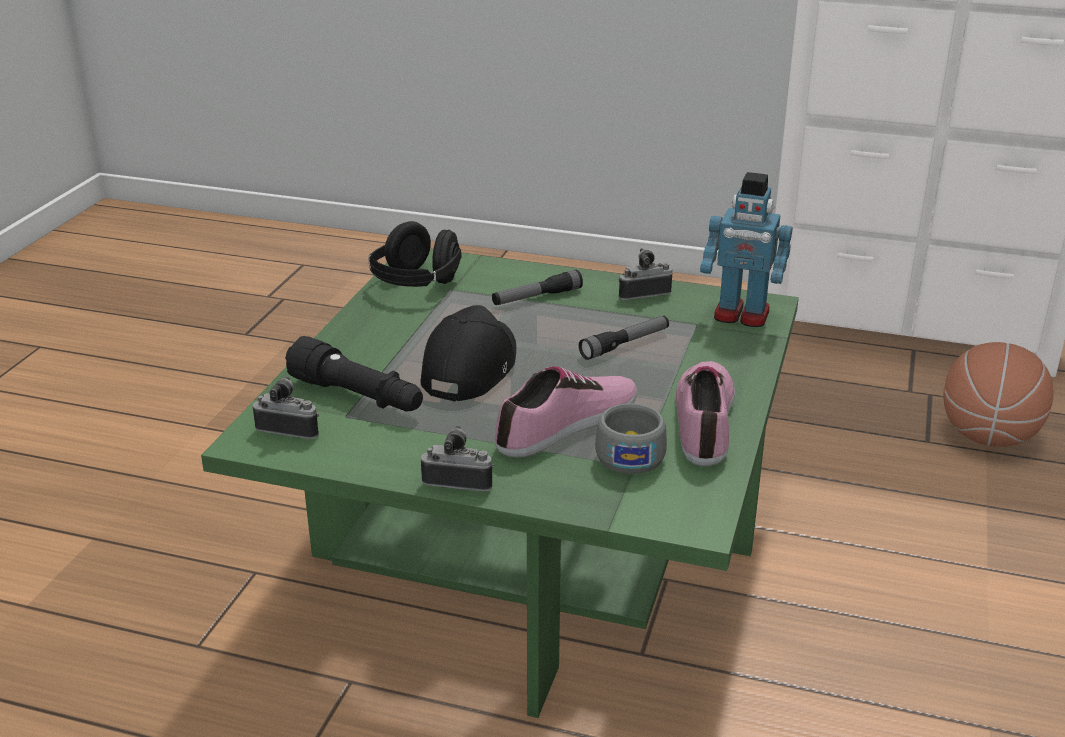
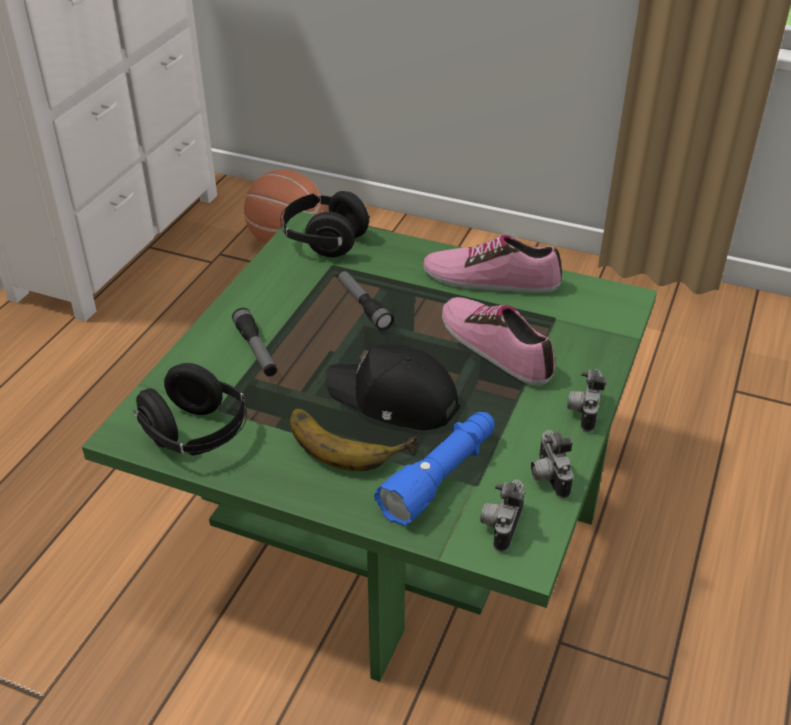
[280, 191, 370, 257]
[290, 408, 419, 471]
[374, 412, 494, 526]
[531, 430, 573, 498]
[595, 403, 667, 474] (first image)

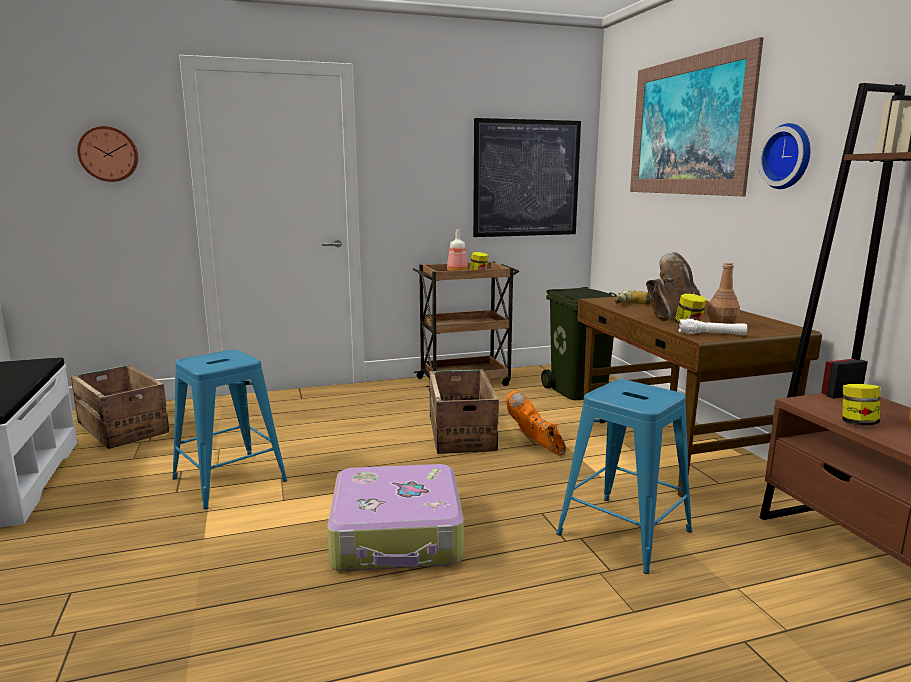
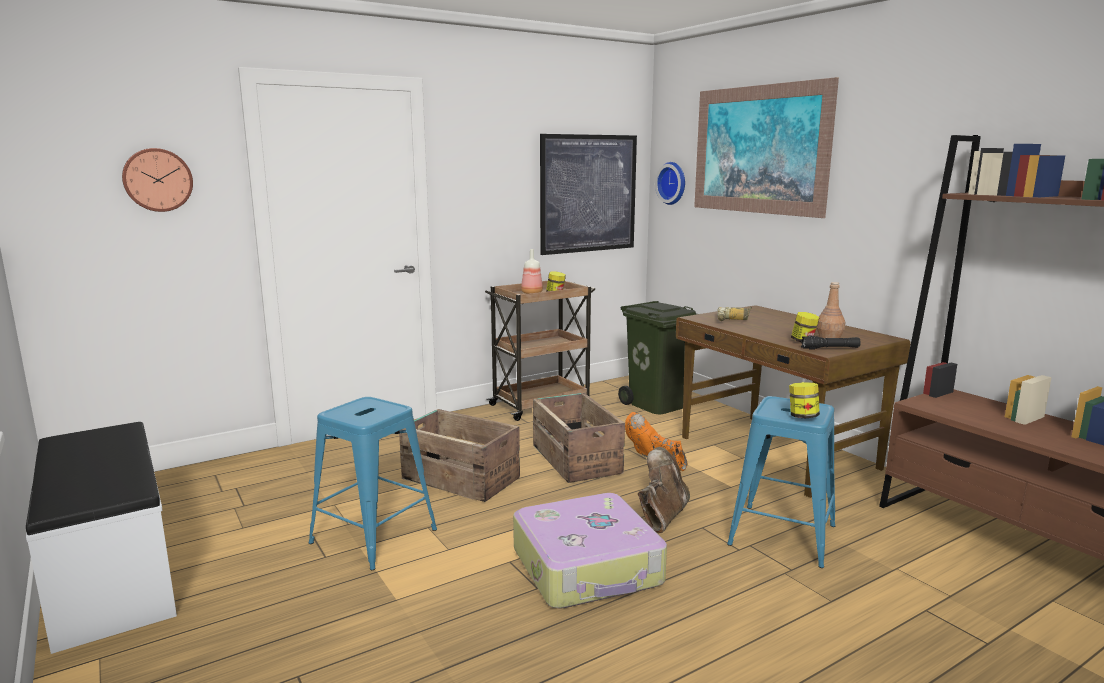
[399, 409, 520, 502]
[638, 447, 690, 533]
[655, 162, 685, 205]
[789, 382, 820, 418]
[801, 336, 861, 350]

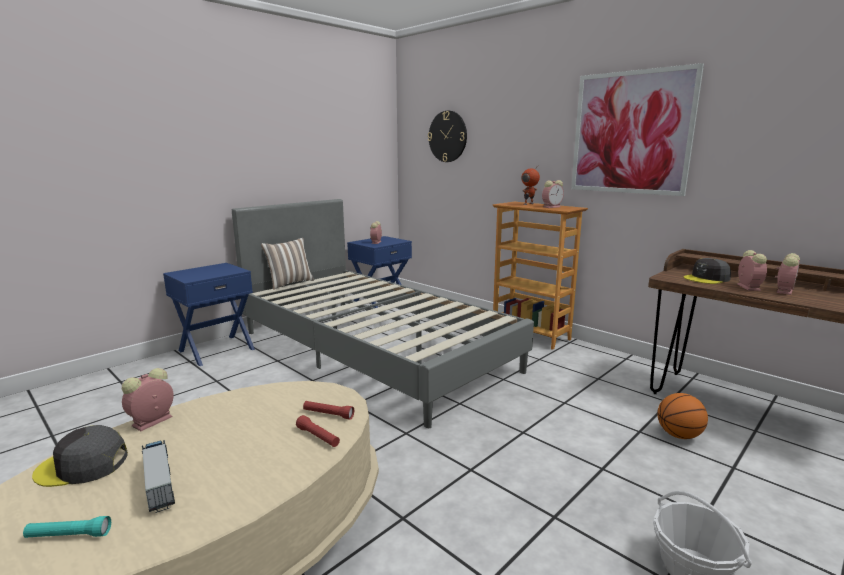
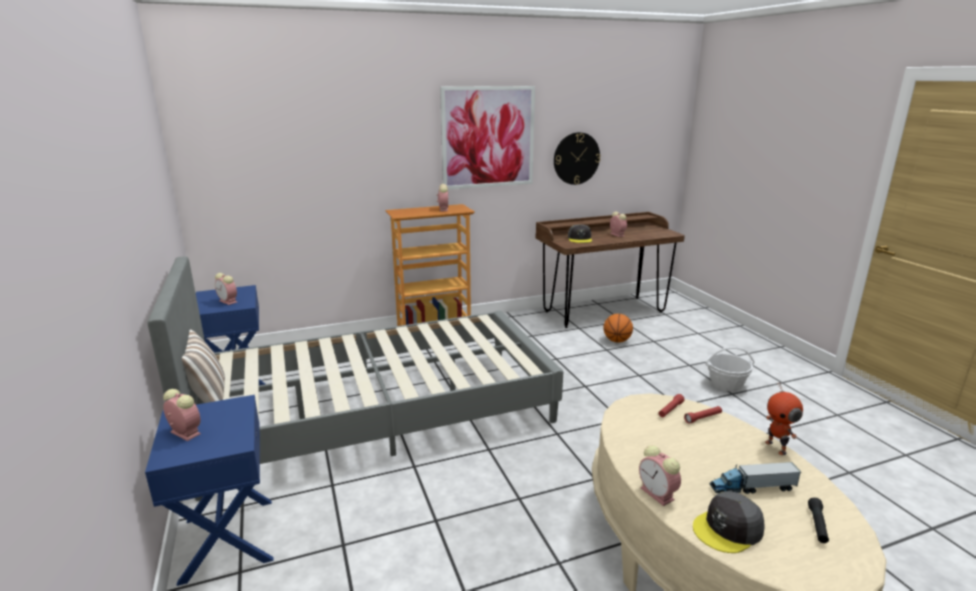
[163, 389, 201, 441]
[554, 132, 600, 185]
[693, 491, 765, 553]
[765, 382, 803, 455]
[808, 498, 829, 543]

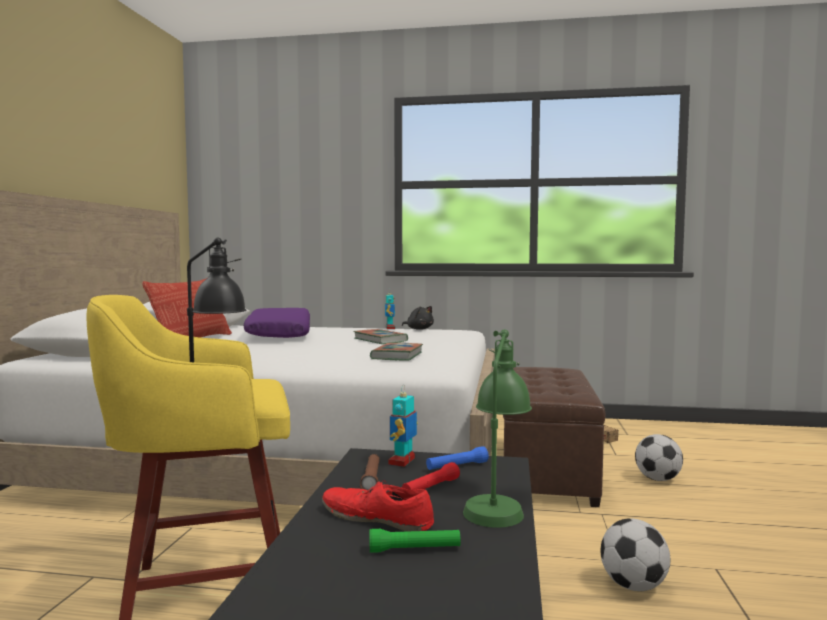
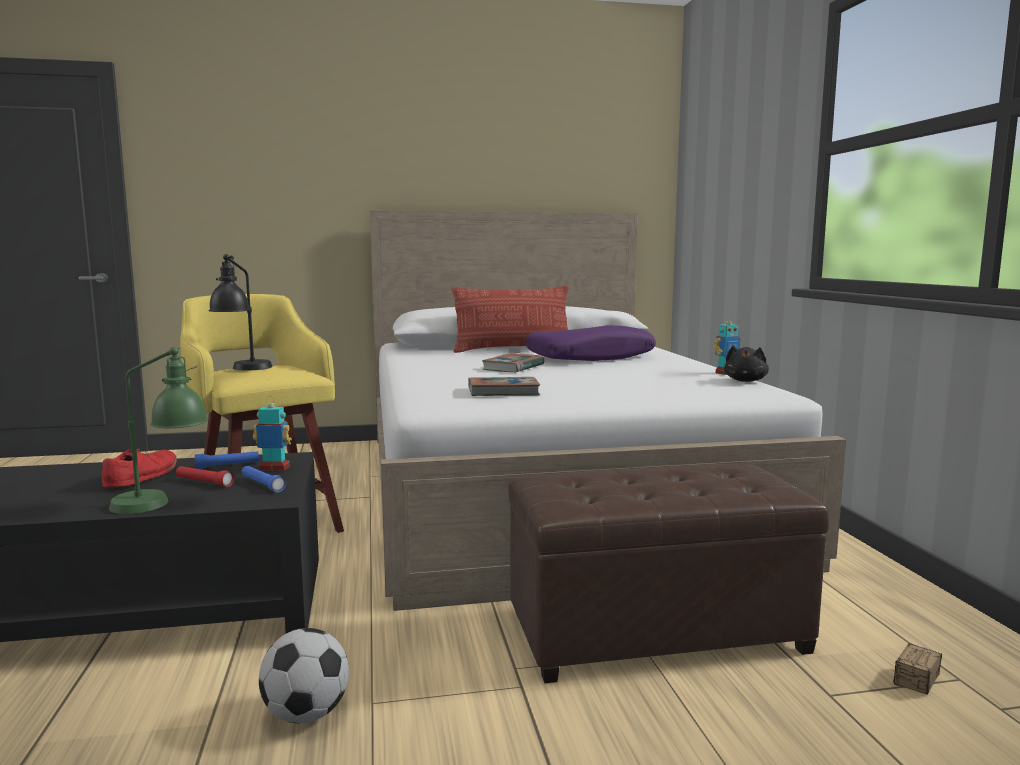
[195, 451, 259, 469]
[482, 353, 545, 372]
[370, 529, 461, 553] (first image)
[635, 434, 683, 481] (first image)

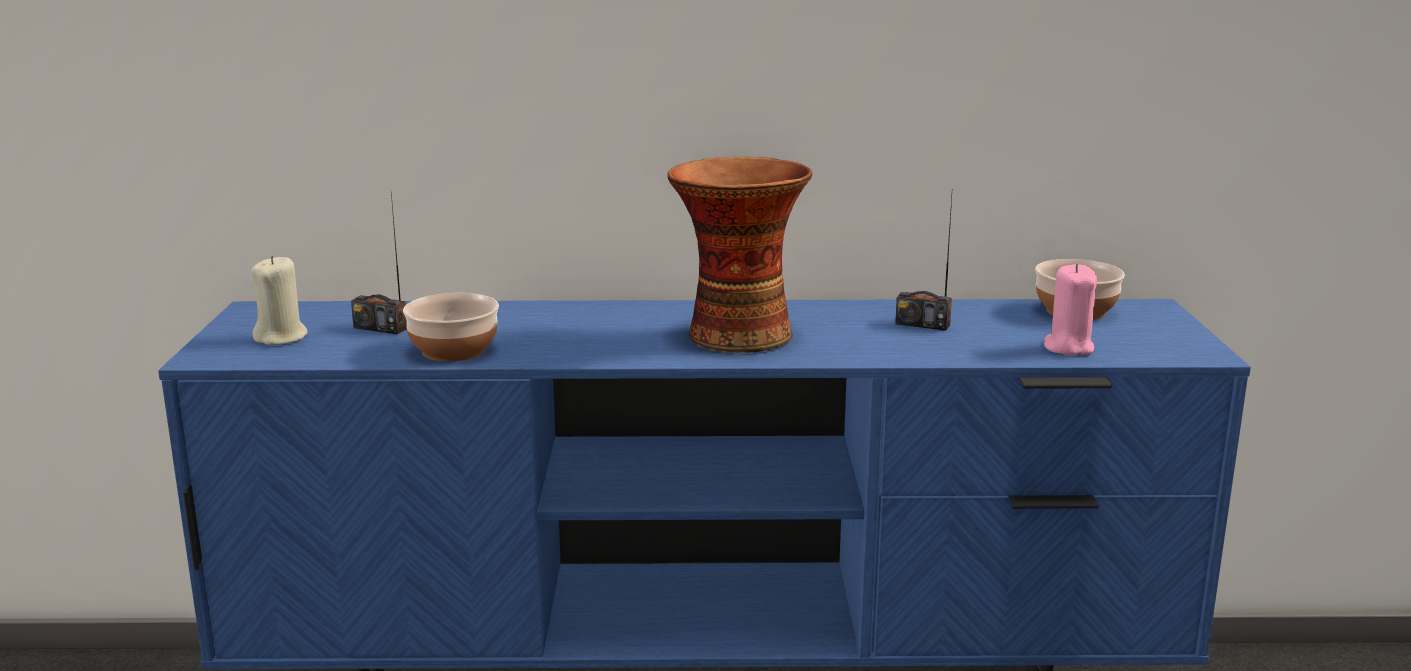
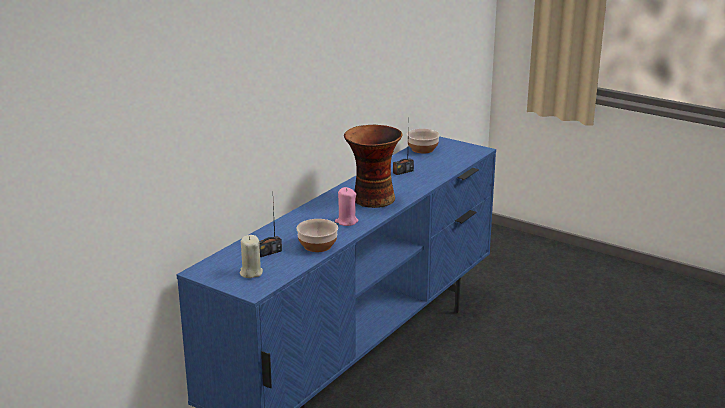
[335, 187, 358, 226]

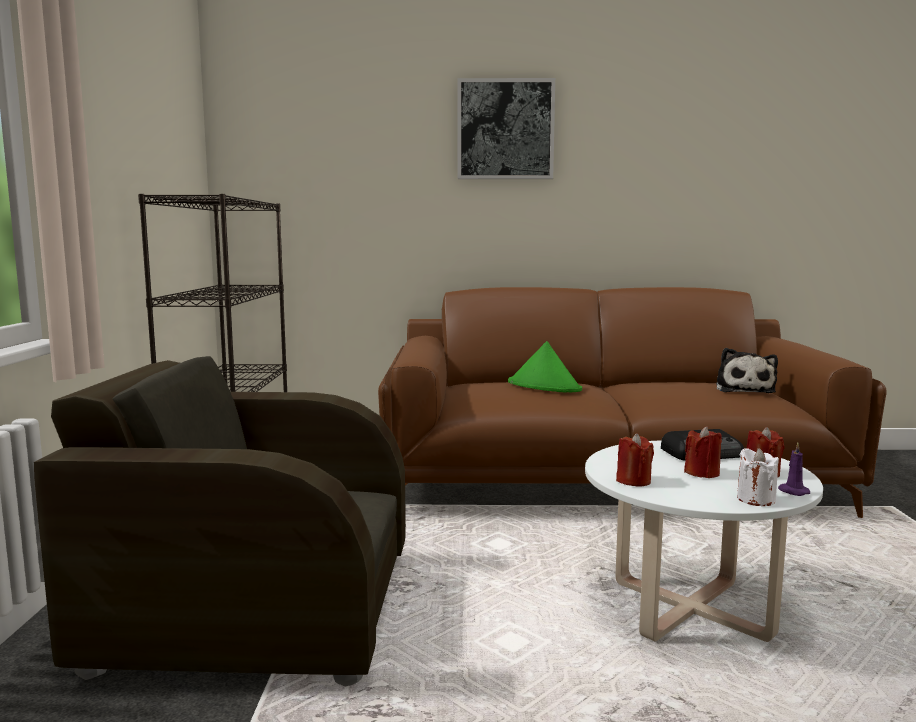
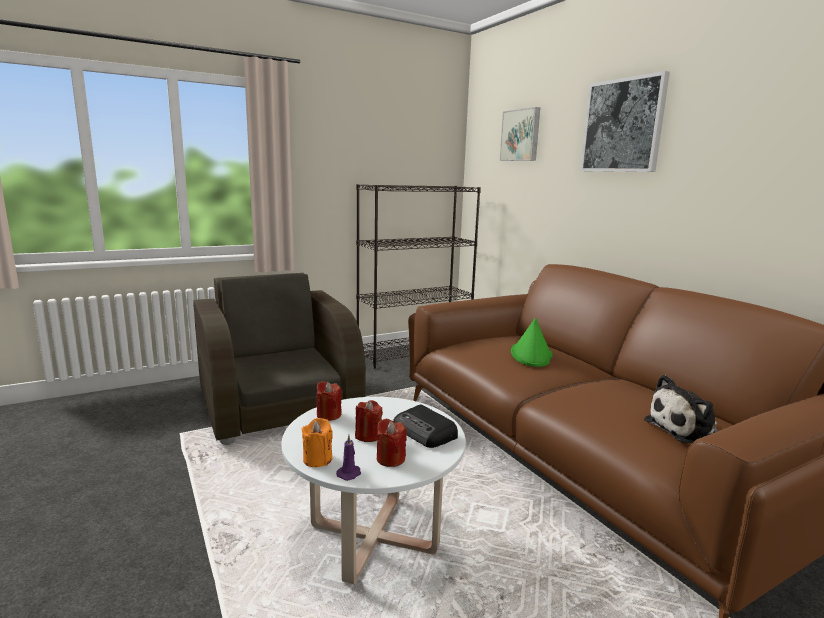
[302, 418, 333, 467]
[500, 107, 540, 161]

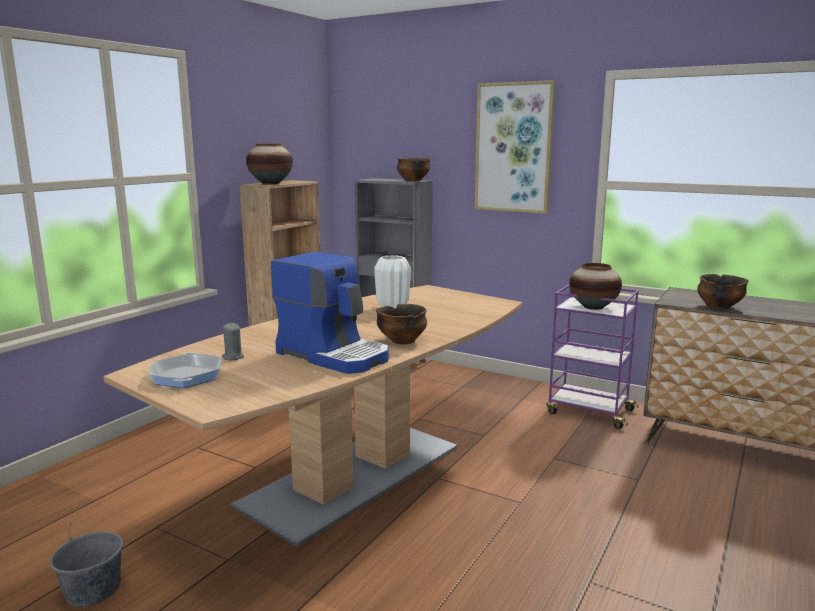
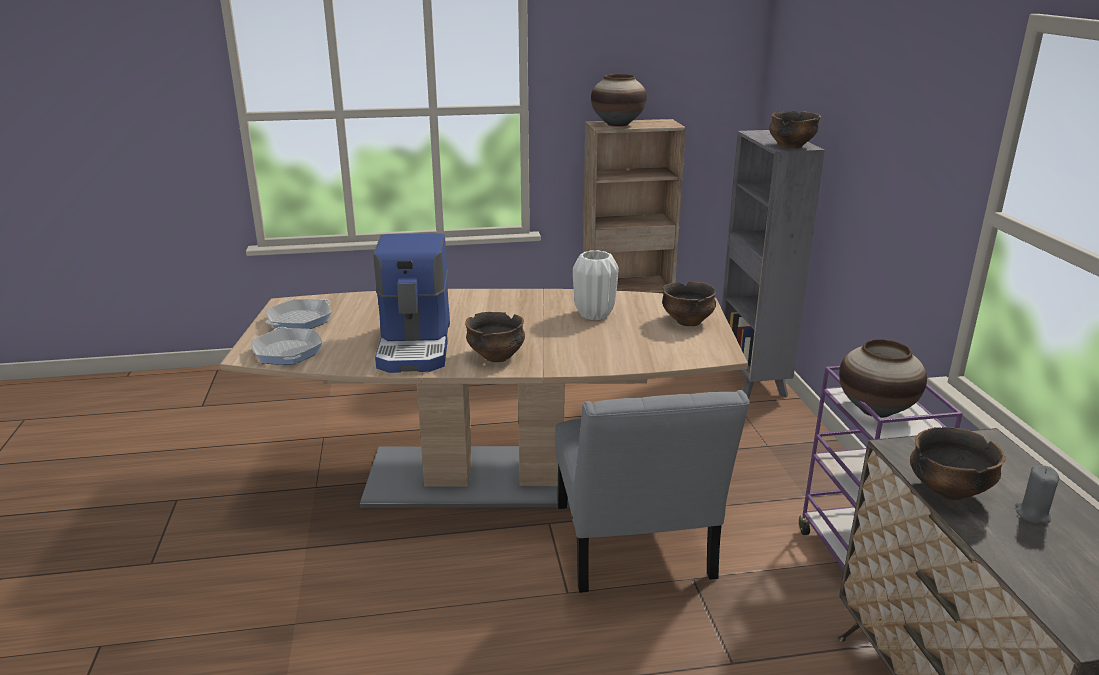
[251, 327, 322, 365]
[555, 390, 750, 593]
[662, 281, 716, 326]
[1015, 465, 1059, 523]
[50, 521, 124, 607] (first image)
[474, 80, 555, 214] (first image)

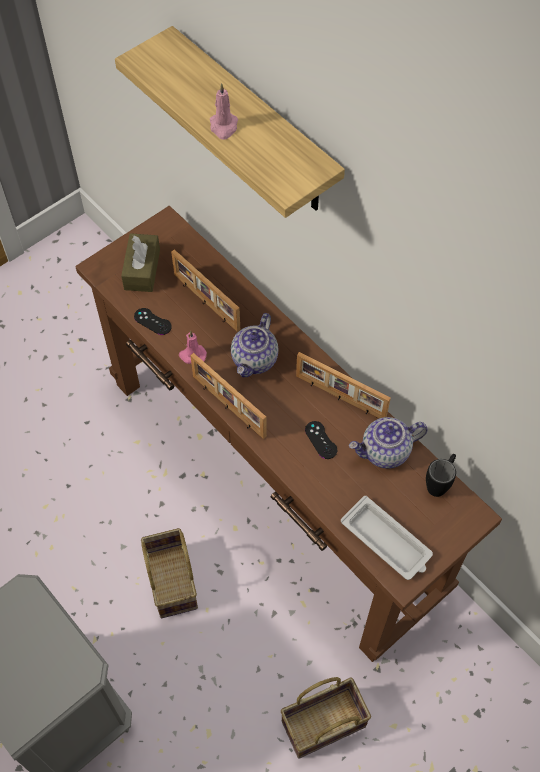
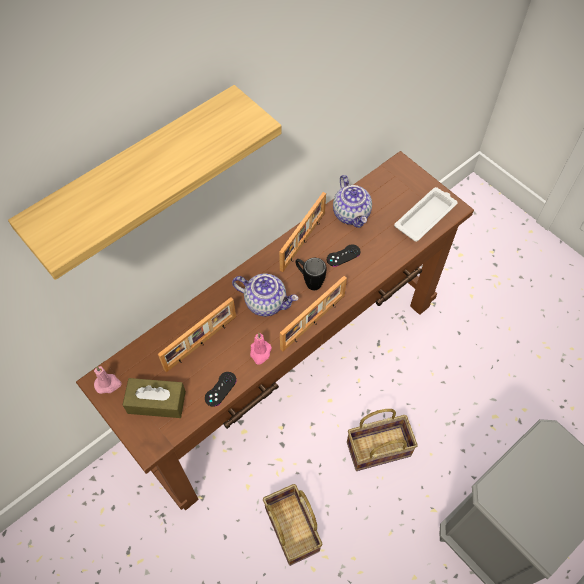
[94, 366, 122, 394]
[263, 484, 322, 566]
[295, 258, 326, 290]

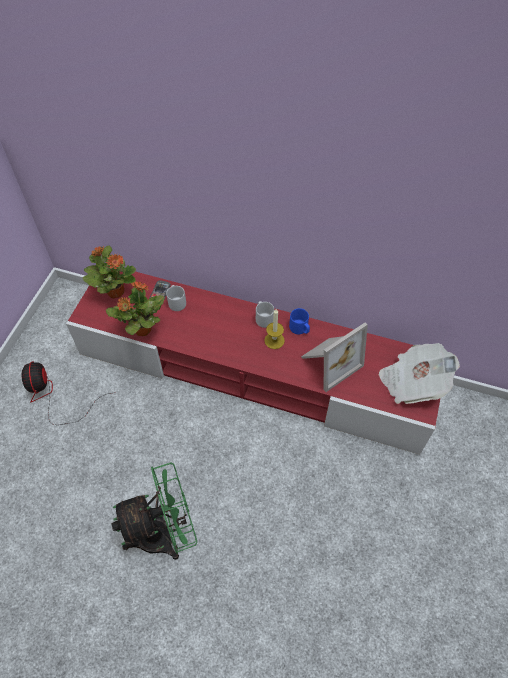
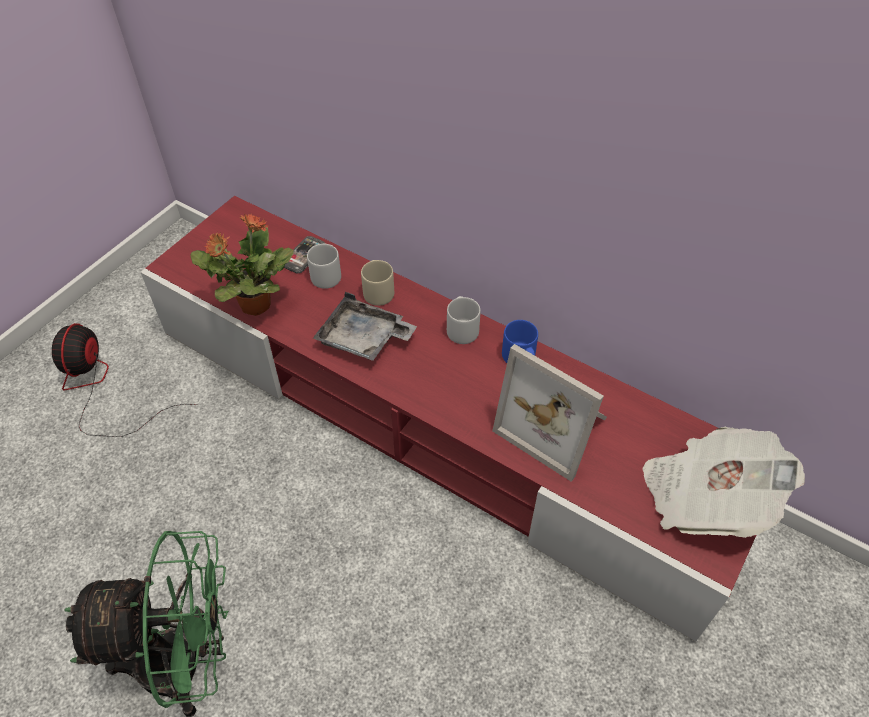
[313, 292, 417, 361]
[361, 260, 394, 306]
[492, 344, 607, 482]
[82, 246, 136, 299] (first image)
[264, 309, 285, 349] (first image)

